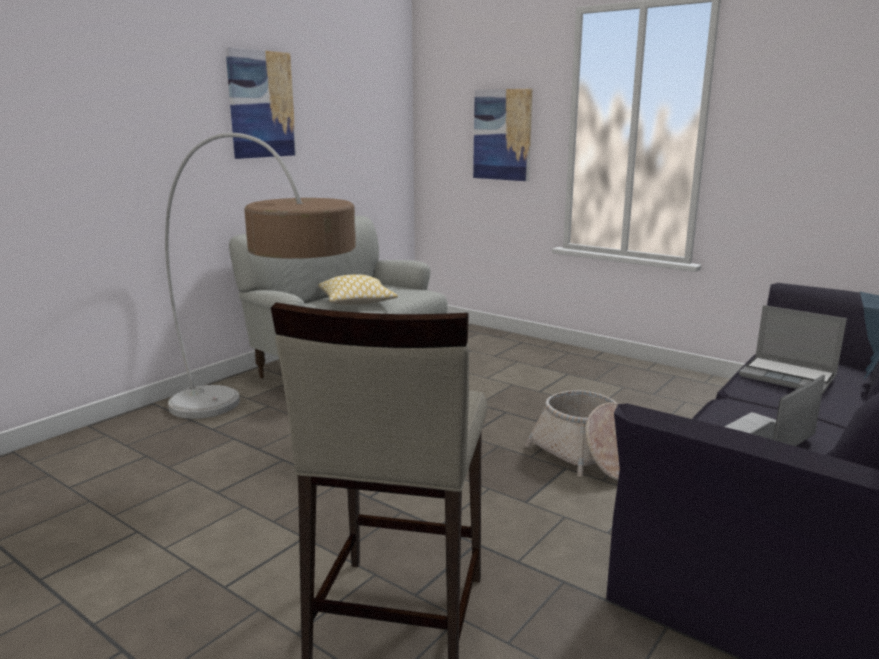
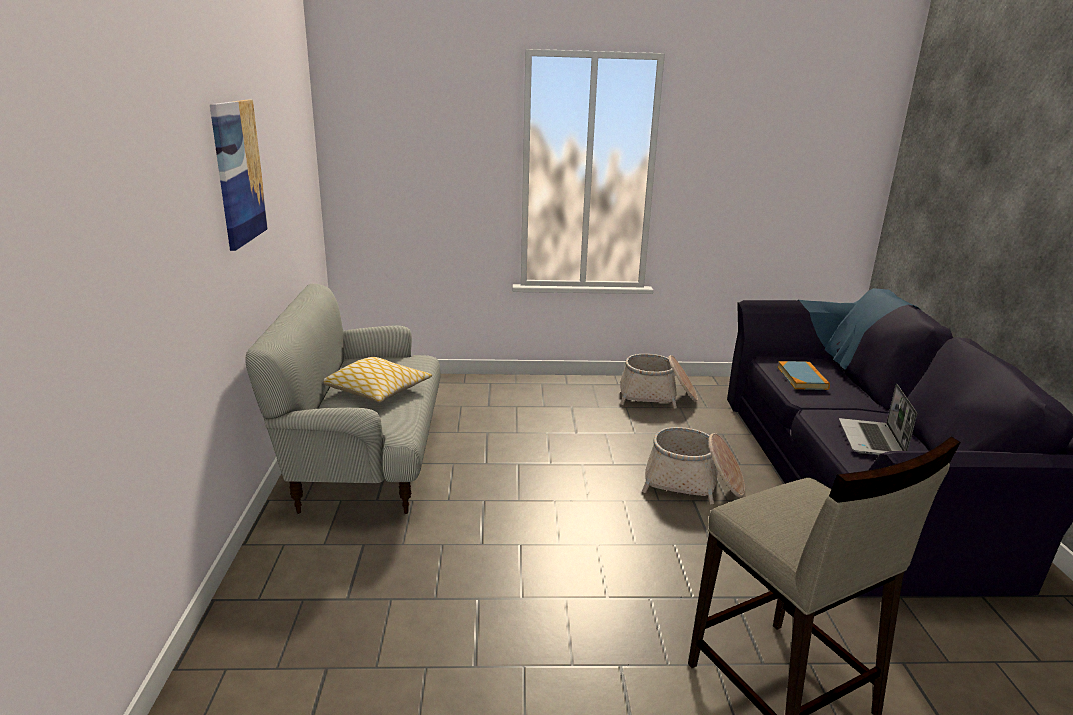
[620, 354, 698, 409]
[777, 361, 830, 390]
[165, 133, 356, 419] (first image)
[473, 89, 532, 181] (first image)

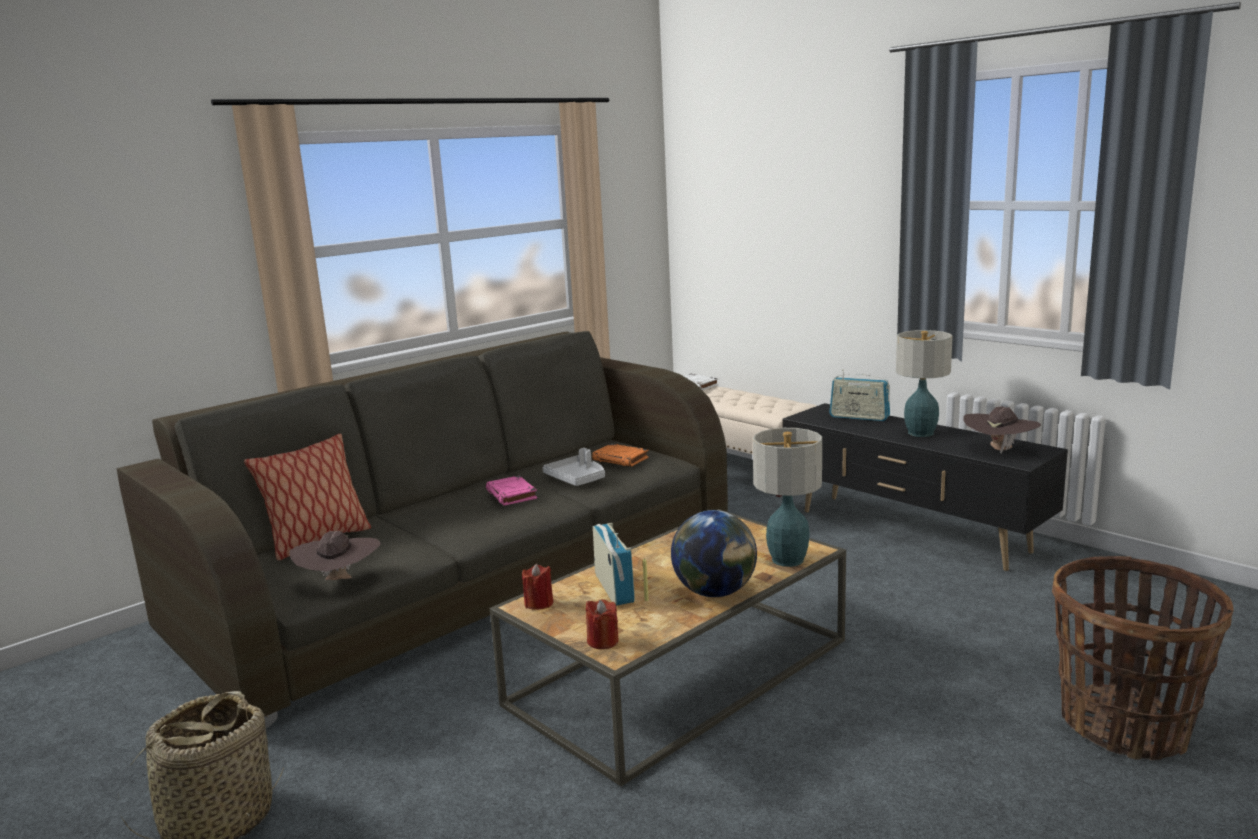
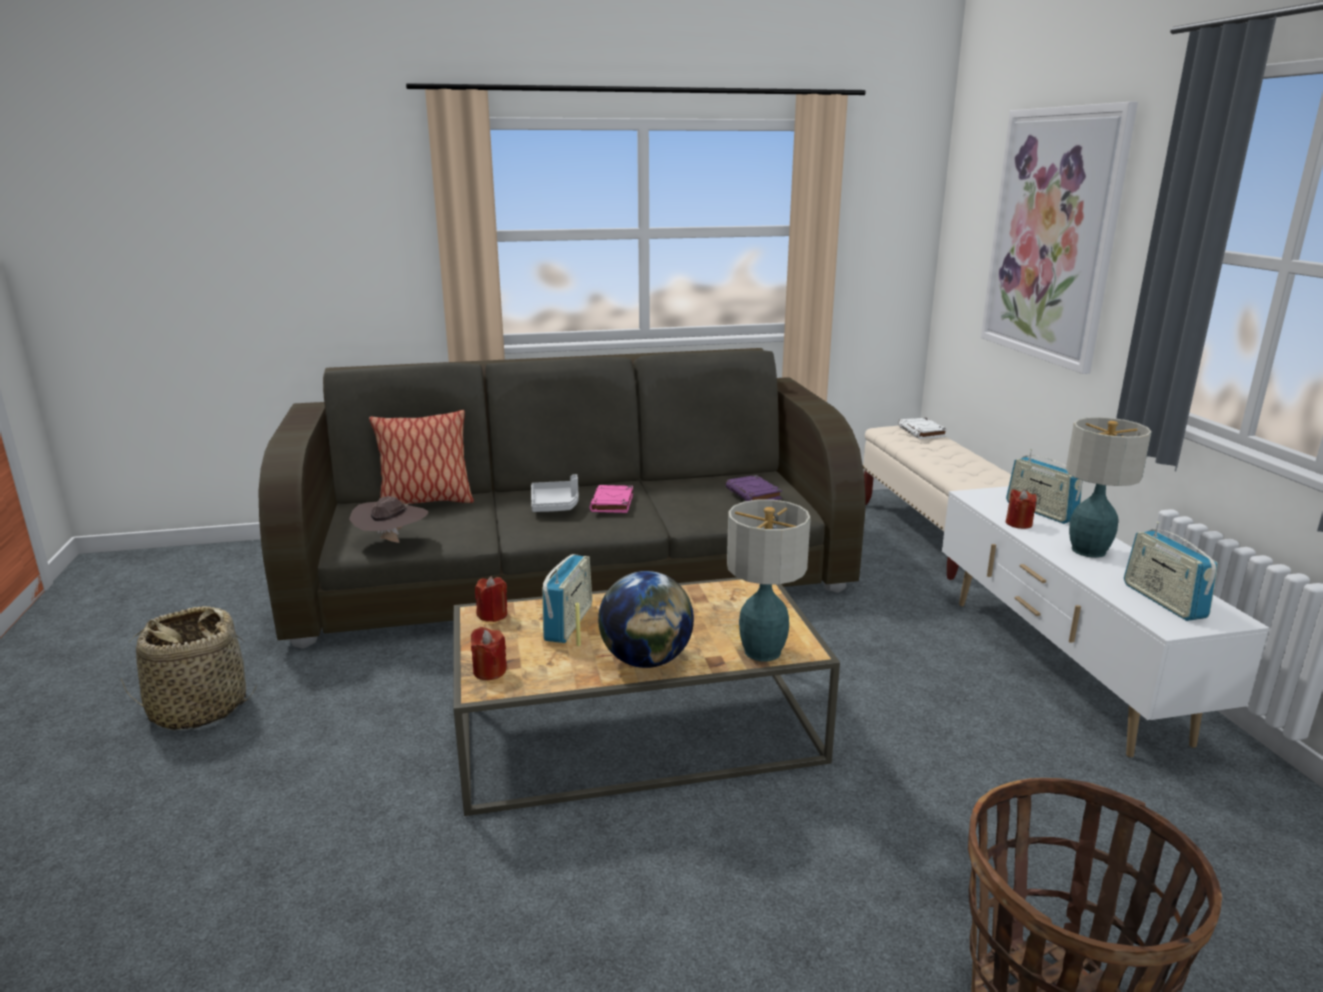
[531, 474, 579, 512]
[725, 475, 782, 501]
[942, 486, 1269, 757]
[981, 102, 1138, 374]
[1006, 489, 1037, 529]
[1124, 522, 1218, 621]

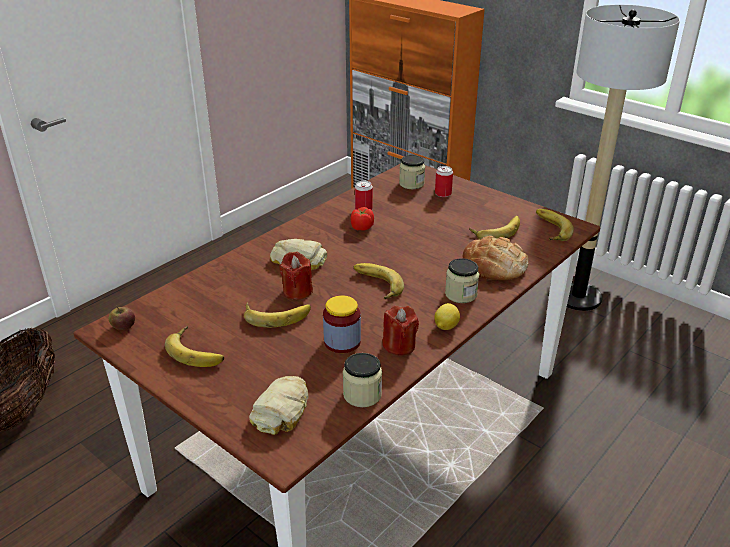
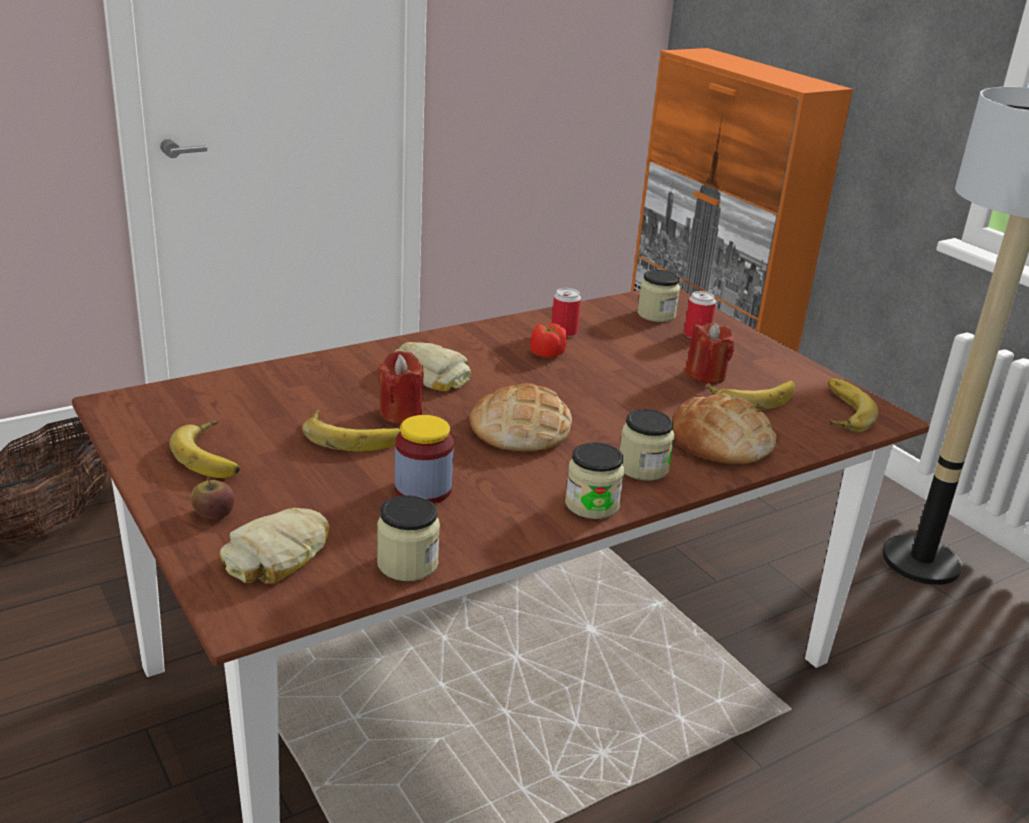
[191, 476, 234, 519]
[469, 383, 572, 451]
[565, 442, 624, 519]
[685, 323, 734, 384]

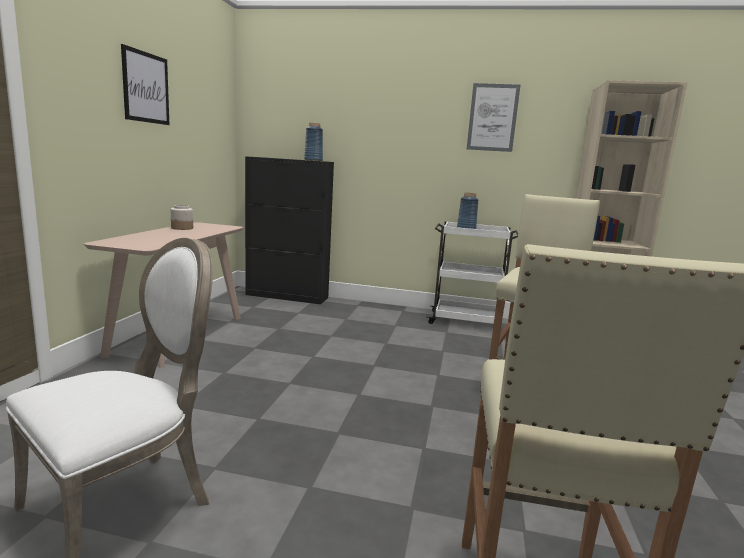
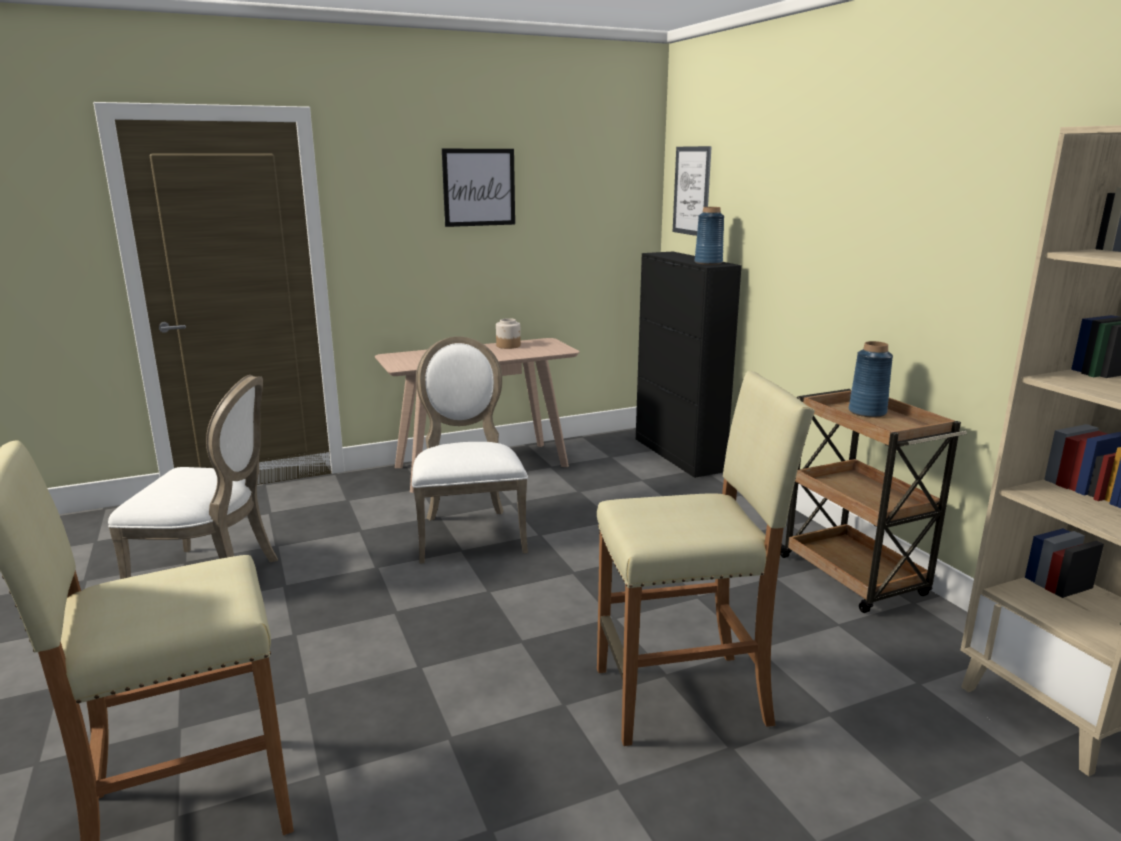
[412, 336, 528, 564]
[673, 146, 712, 236]
[780, 389, 967, 613]

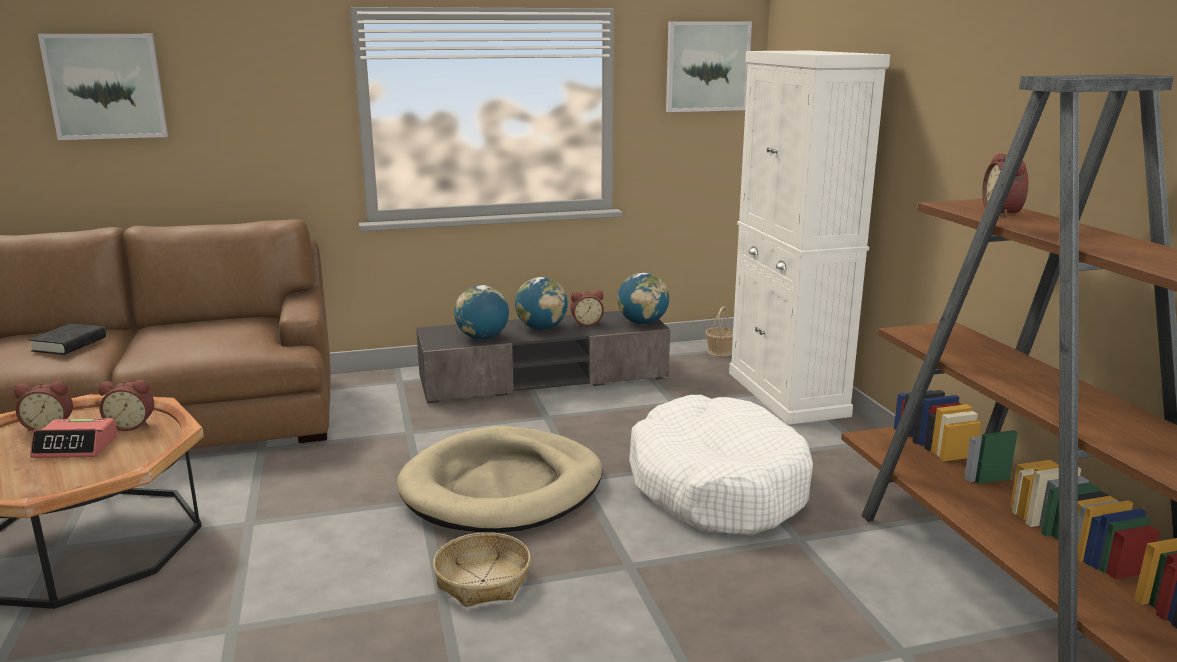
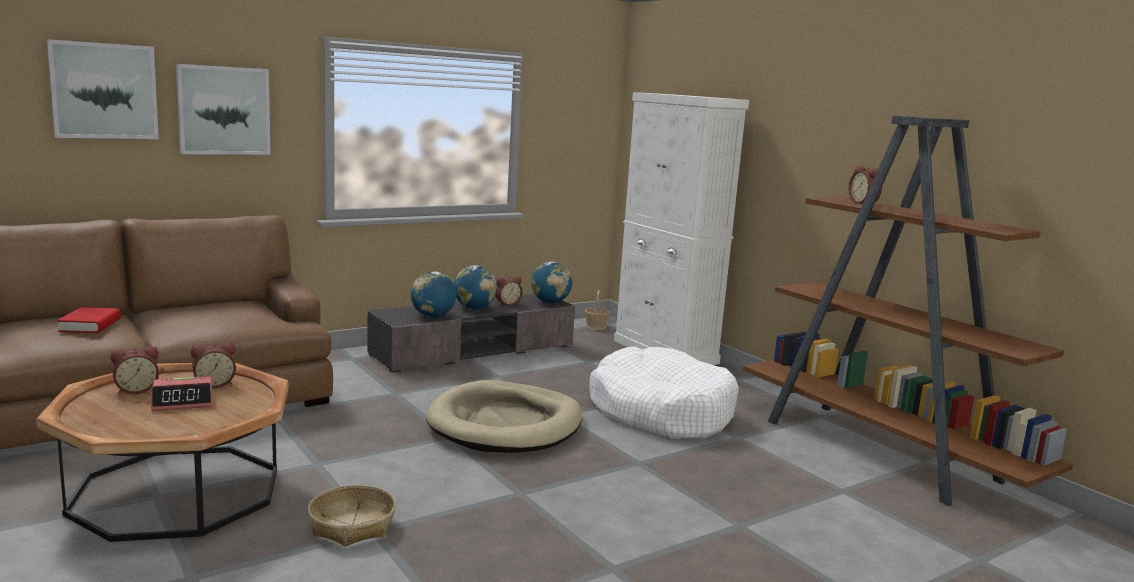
[57, 307, 121, 333]
[176, 64, 271, 155]
[308, 485, 396, 547]

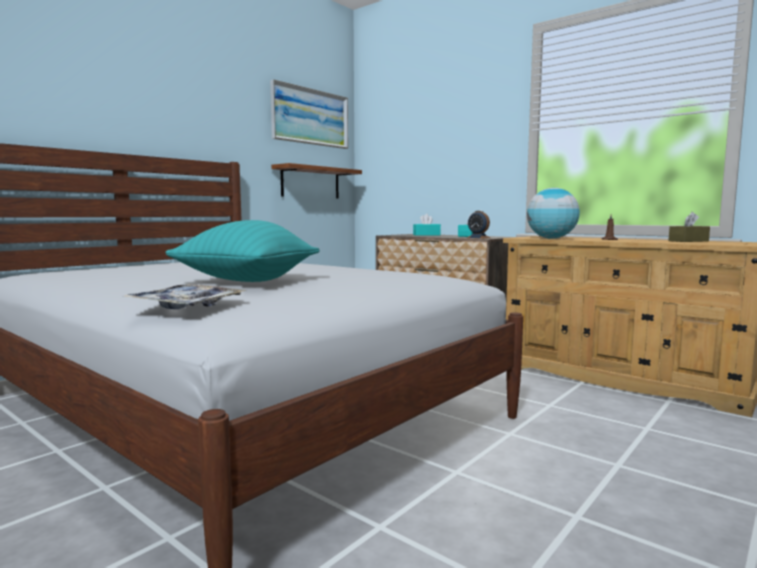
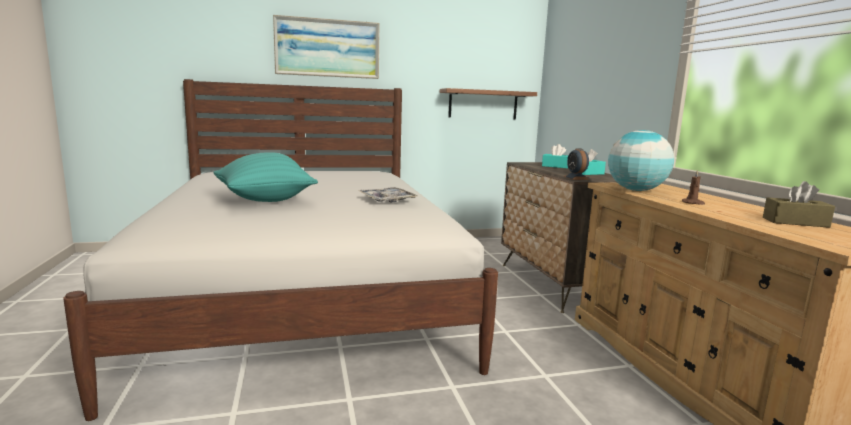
[273, 15, 380, 79]
[358, 187, 418, 203]

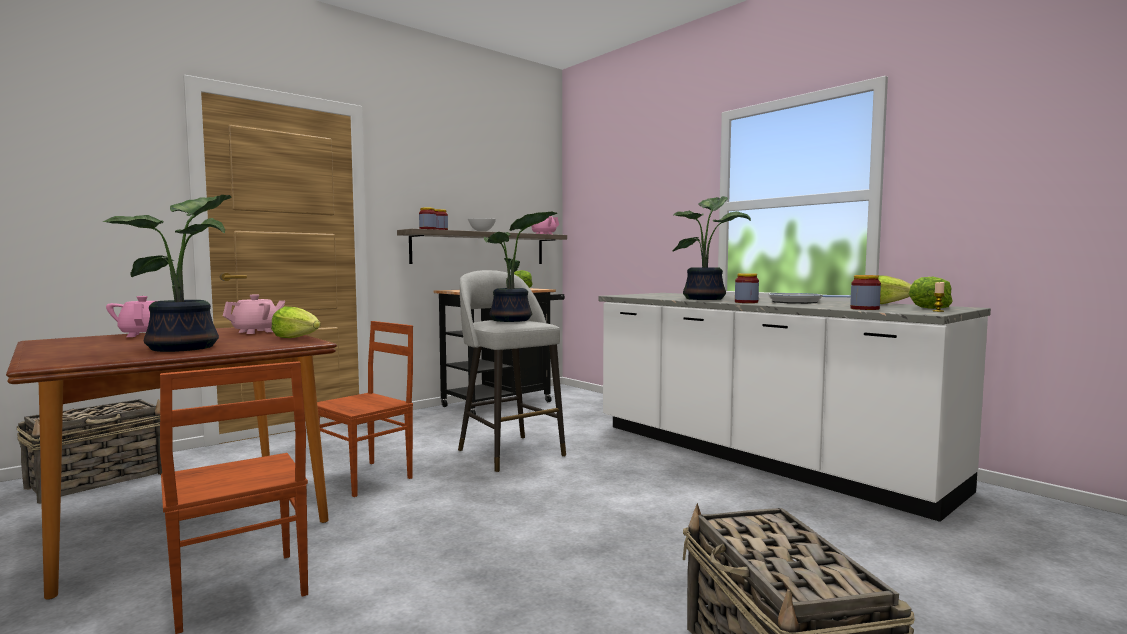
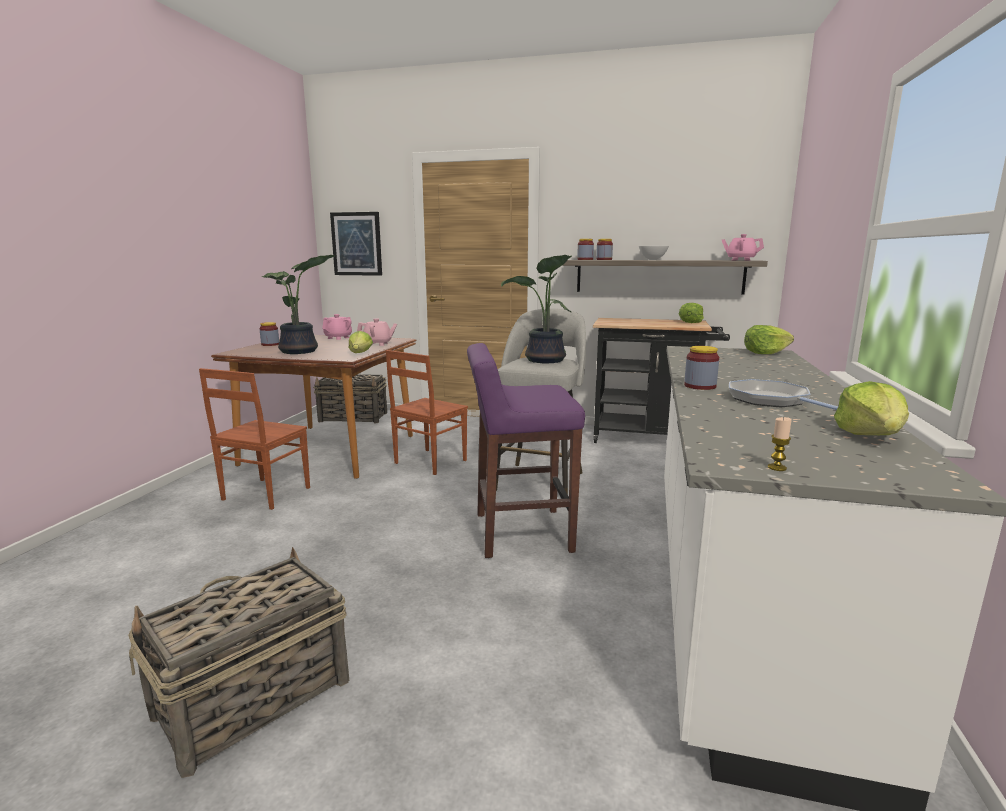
[259, 322, 279, 346]
[330, 212, 382, 276]
[386, 350, 468, 475]
[467, 343, 585, 558]
[744, 325, 794, 354]
[672, 196, 751, 300] (first image)

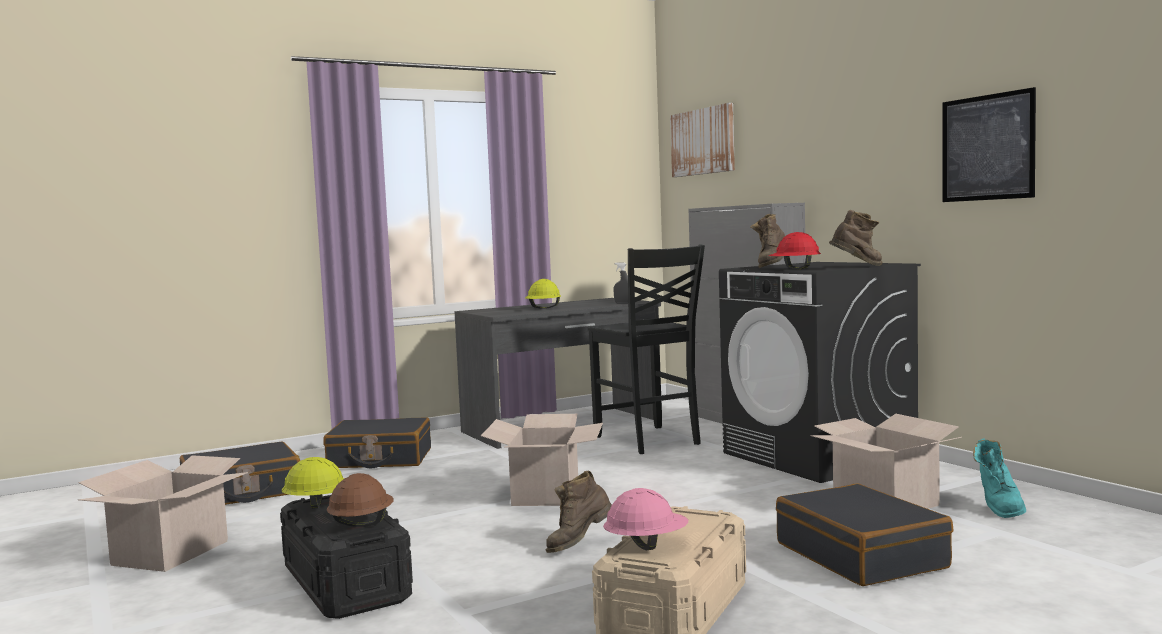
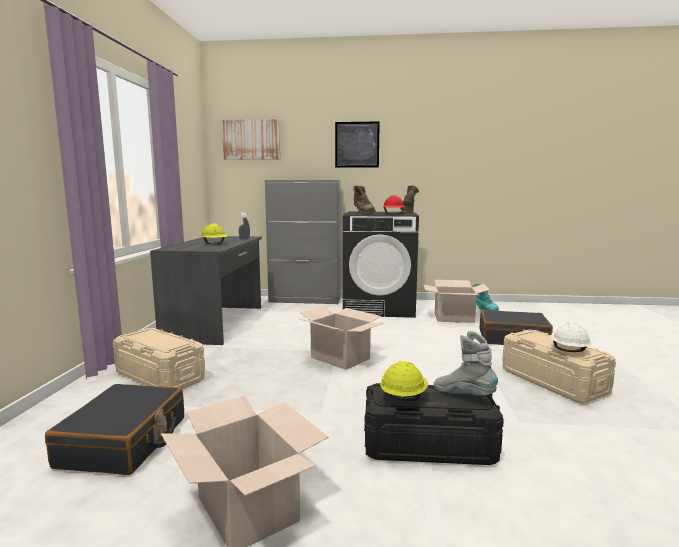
[113, 328, 205, 389]
[335, 121, 380, 168]
[434, 331, 498, 395]
[551, 322, 591, 352]
[545, 471, 612, 553] (first image)
[588, 245, 705, 454] (first image)

